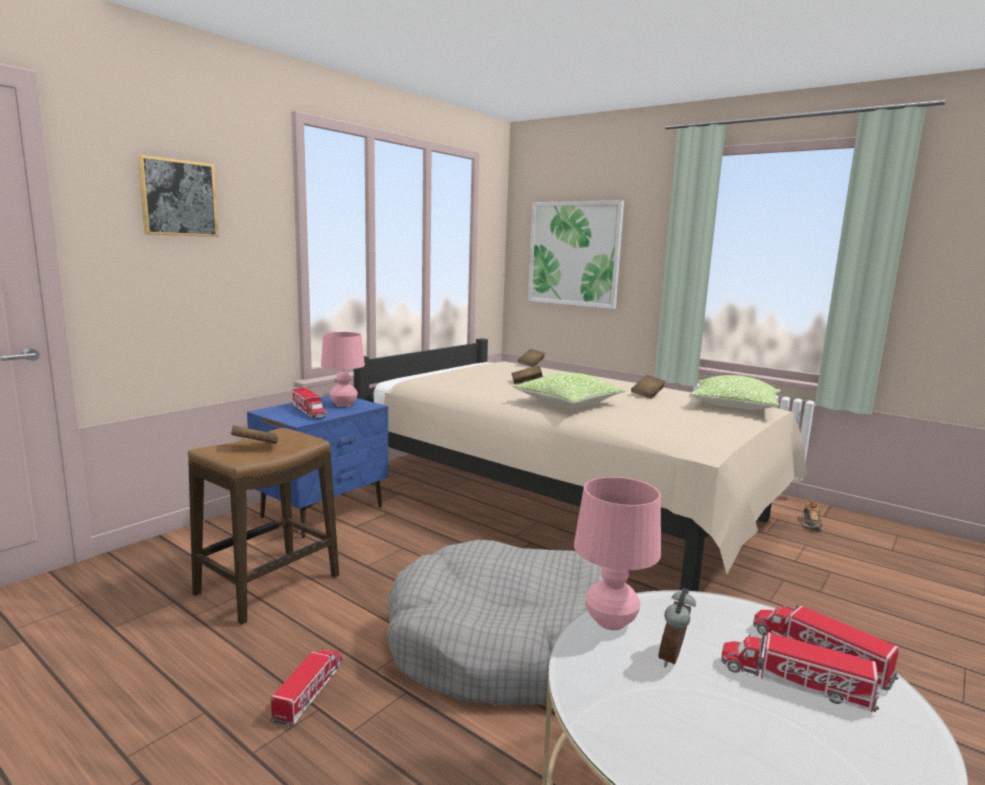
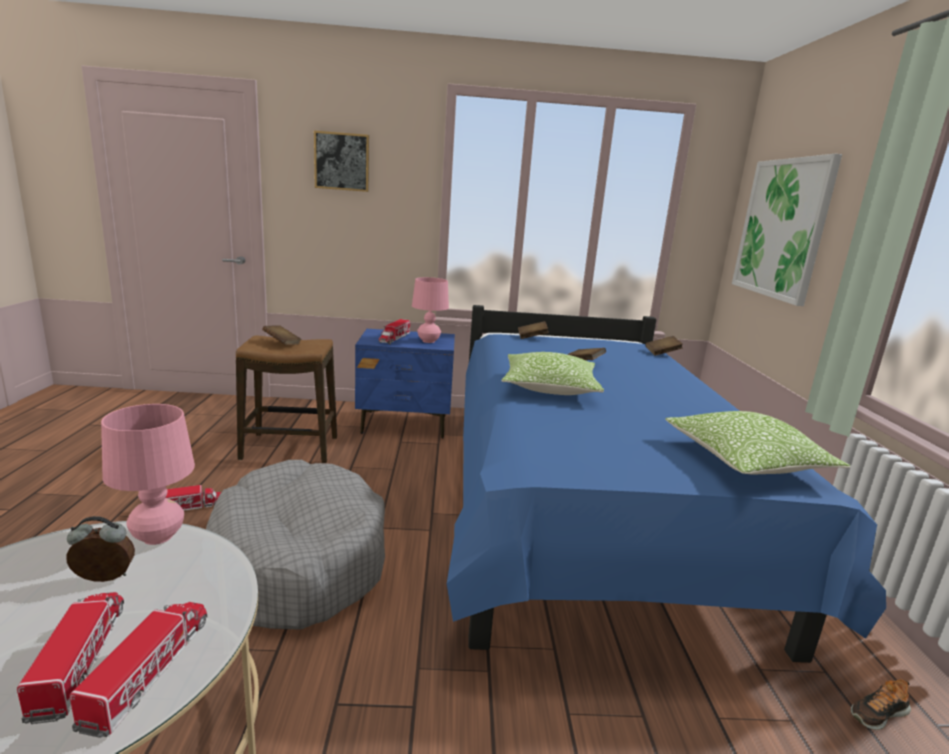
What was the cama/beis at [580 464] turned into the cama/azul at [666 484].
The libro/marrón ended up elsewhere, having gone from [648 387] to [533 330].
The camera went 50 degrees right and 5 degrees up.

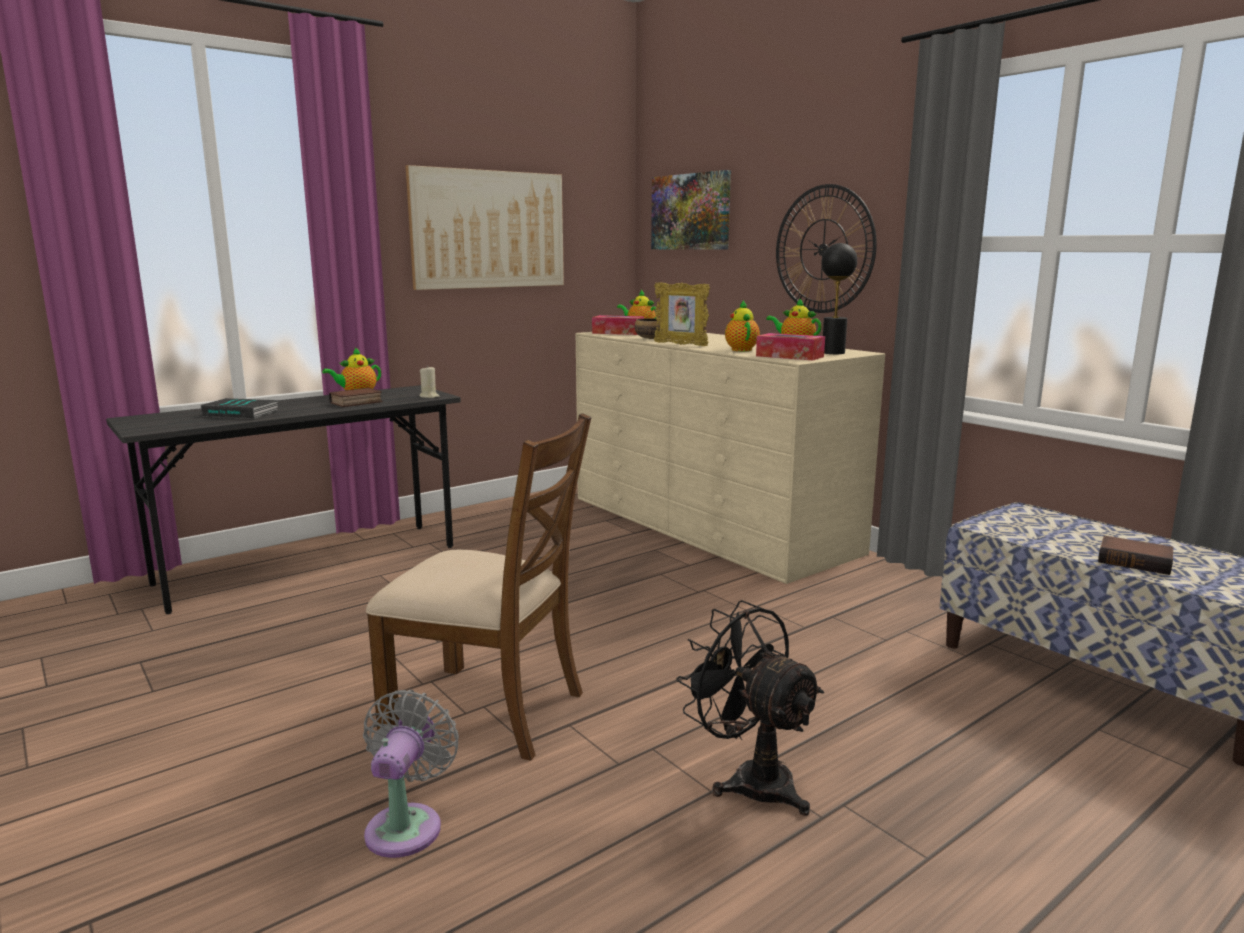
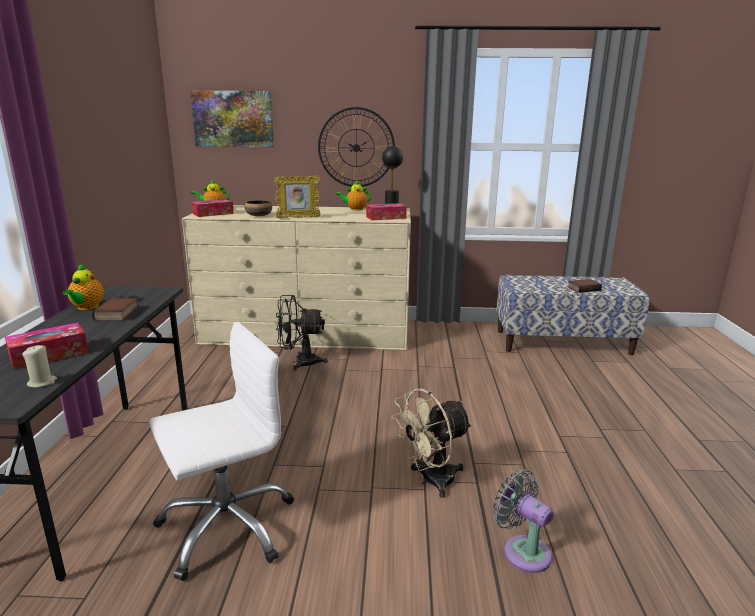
The second view lost the cuadro at [485 227].
The second view lost the tetera at [742 325].
The vela/beis ended up elsewhere, having gone from [429 381] to [39 366].
Where the libro stood at [239 408], the caja de pañuelos came to stand at [47 346].
Where the silla/marrón stood at [478 587], the ventilador/beis came to stand at [431 443].
The ventilador/negro ended up elsewhere, having gone from [750 708] to [302 333].
The second view gained the silla de oficina/blanco at [221 451].
The camera went 50 degrees left and 5 degrees up.

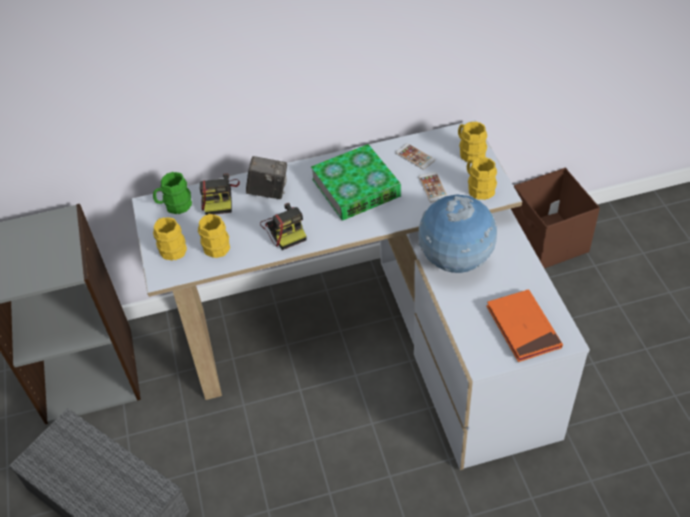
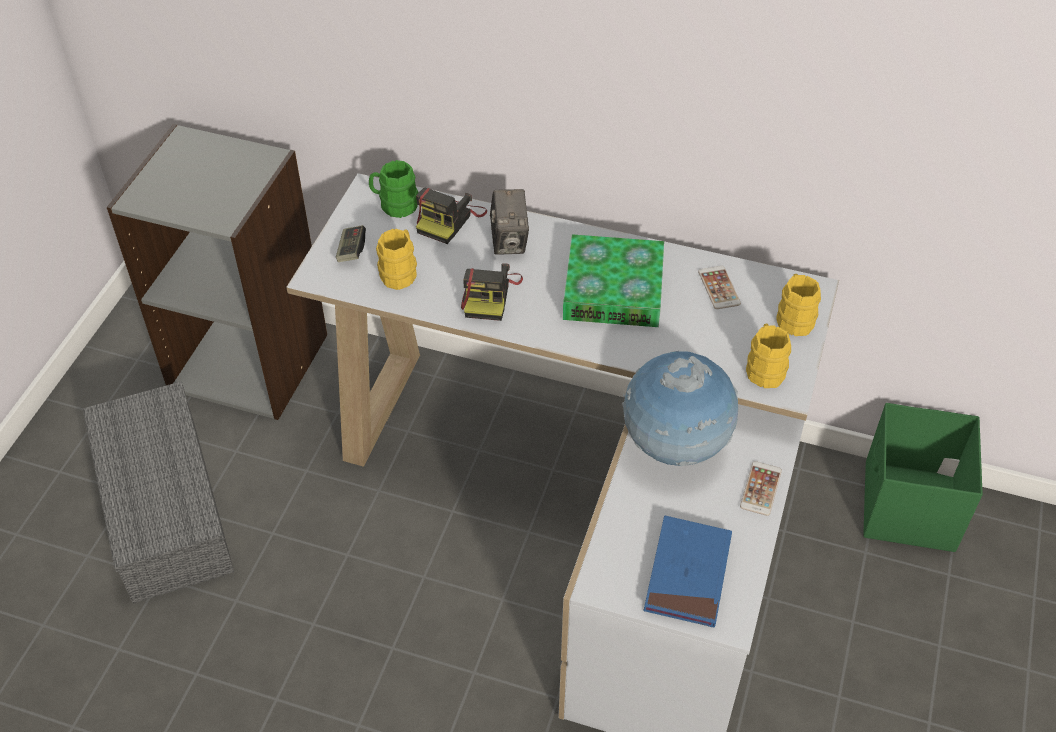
The cámara at [266 177] ended up facing another way, 45 degrees clockwise from before.
What was the caja de almacenaje/marrón at [555 218] turned into the caja de almacenaje/verde at [923 477].
The móvil ended up elsewhere, having gone from [433 187] to [761 488].
Where the taza grande/amarillo stood at [170 239], the mando de consola came to stand at [351 243].
What was the libro/naranja at [524 325] turned into the libro/azul at [688 571].
The camera went 30 degrees right and 0 degrees up.

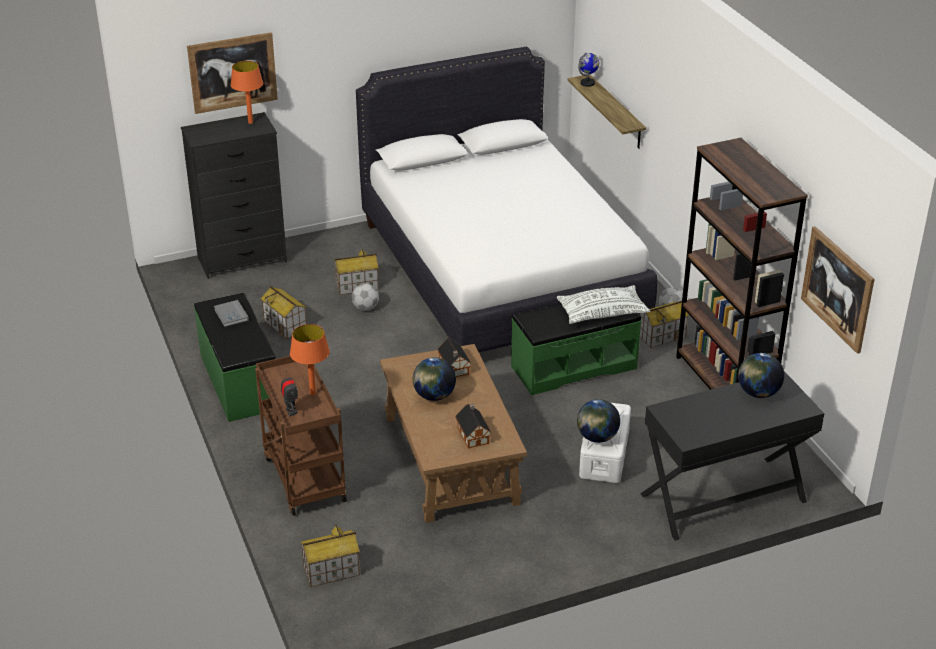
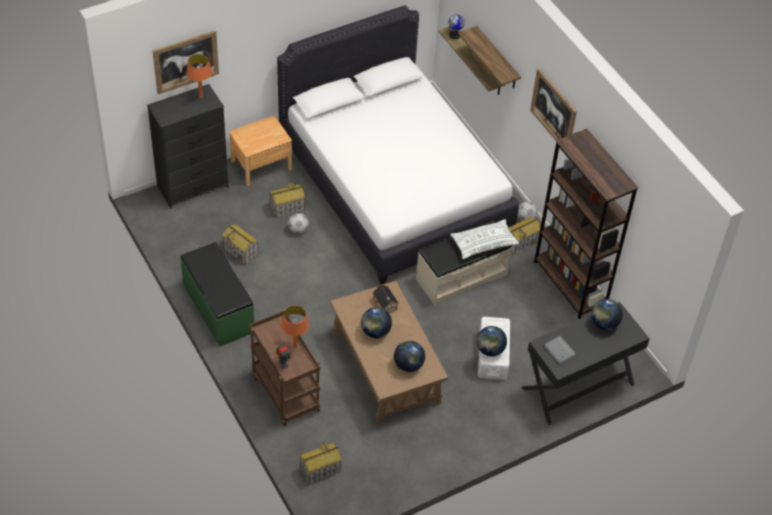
The cuadro ended up elsewhere, having gone from [838 290] to [553 104].
The libro/gris ended up elsewhere, having gone from [231 313] to [560 350].
What was the banco/verde at [576 349] turned into the banco/beis at [464 262].
Where the casita stood at [473 426], the globo terráqueo came to stand at [409 356].
The second view gained the estante at [489 57].
The second view gained the mesita de noche/marrón at [260 151].
The camera went 10 degrees left and 15 degrees up.

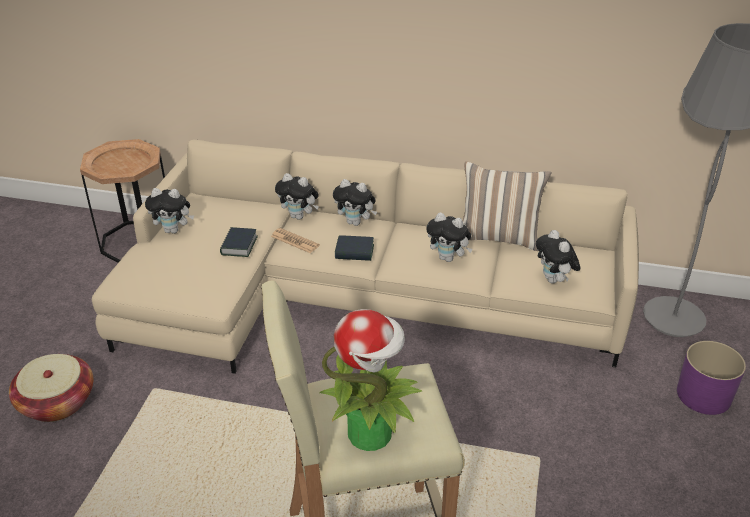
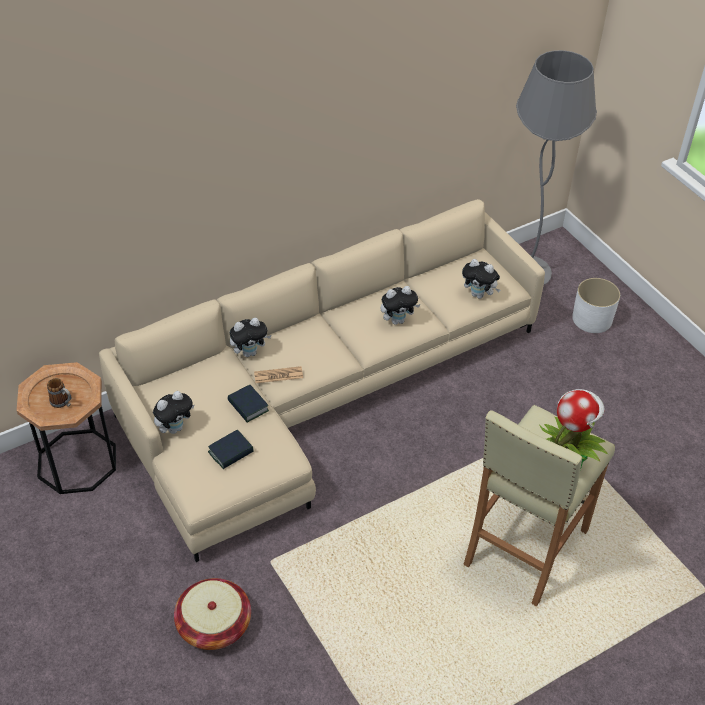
The second view lost the cojín at [506 206].
The second view lost the peluche at [355 202].
The libro ended up elsewhere, having gone from [354 248] to [231 449].
What was the maceta/morado at [711 378] turned into the maceta/blanco at [596 305].
The second view gained the taza grande at [59 393].
The camera went 45 degrees left and 10 degrees up.

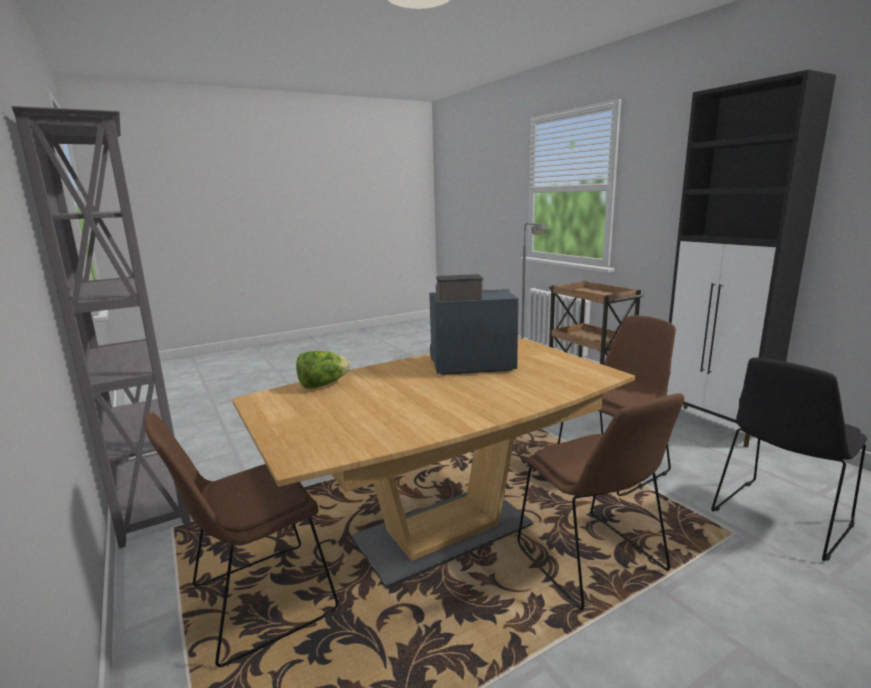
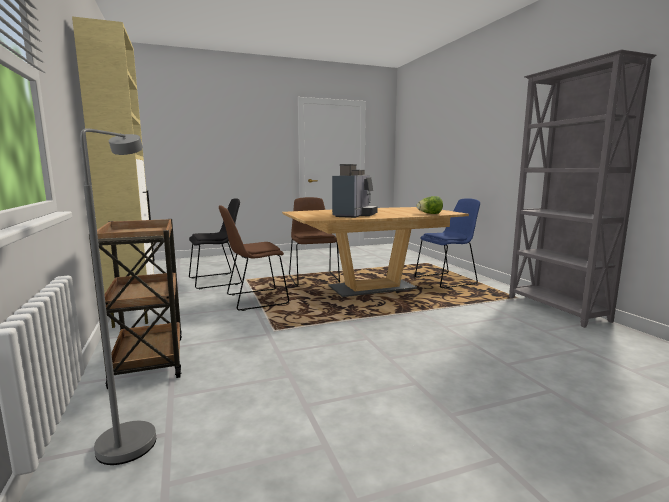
What was the armario/negro at [751 259] turned into the armario/beis at [113 172].
The cafetera at [474 324] ended up facing another way, 75 degrees counterclockwise from before.
What was the silla/marrón at [241 540] turned into the silla/azul at [447 243].
The camera went 170 degrees left and 5 degrees down.

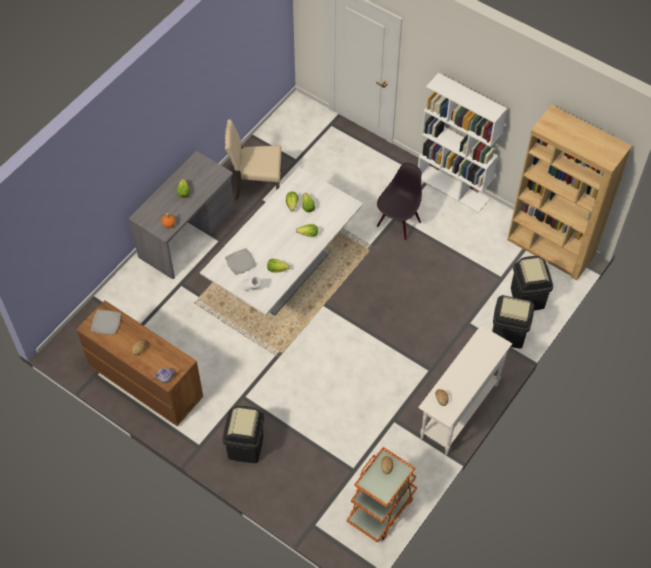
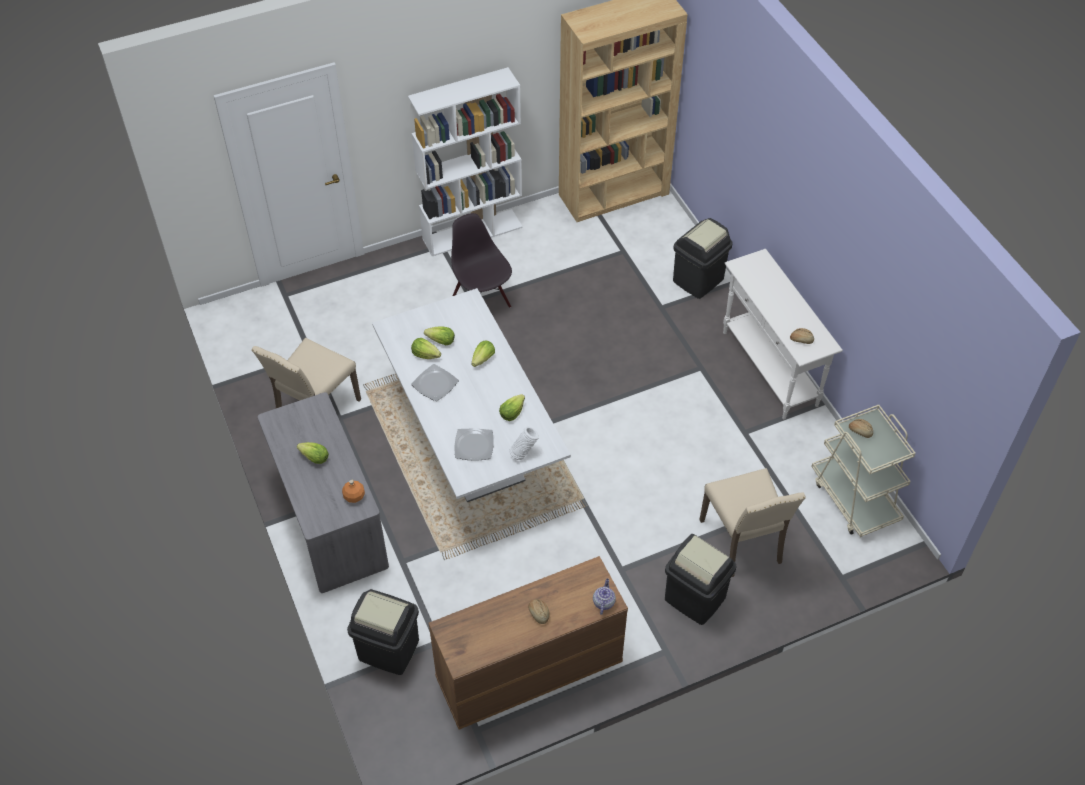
The papelera/negro ended up elsewhere, having gone from [532 283] to [383 632].
The plato ended up elsewhere, having gone from [106 322] to [435 382].
What was the carrito/naranja at [382 495] turned into the carrito/beis at [863 471].
The second view gained the silla/beis at [752 522].
The camera went 60 degrees left and 5 degrees down.

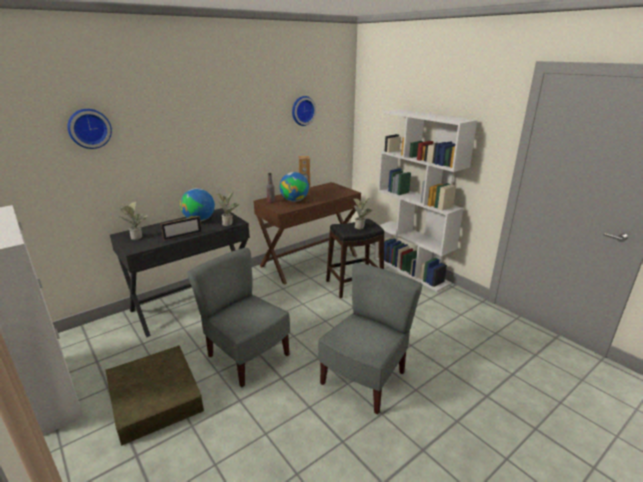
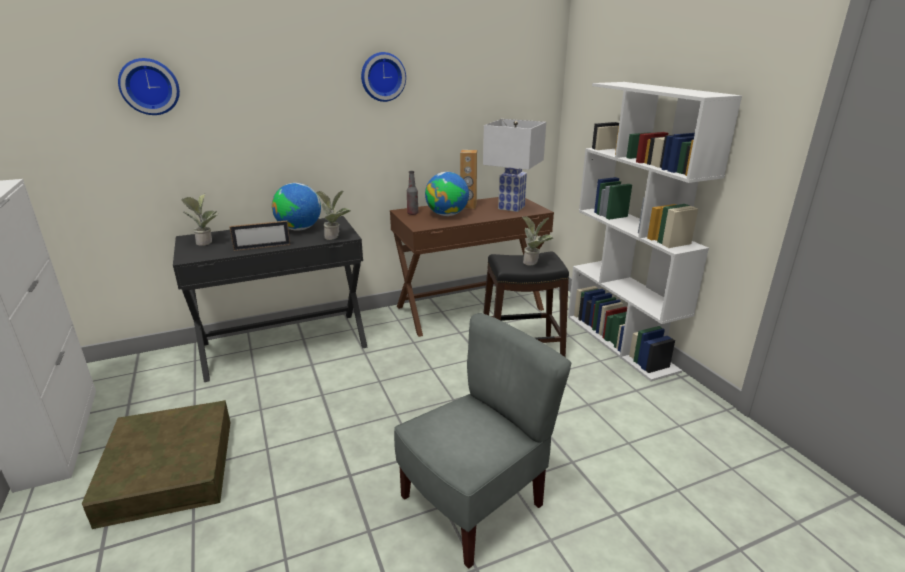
The reloj de pared ended up elsewhere, having gone from [304 111] to [383 77].
The second view lost the silla/gris at [238 317].
The second view gained the lámpara de mesa/blanco at [514 165].
The camera went 15 degrees right and 0 degrees up.

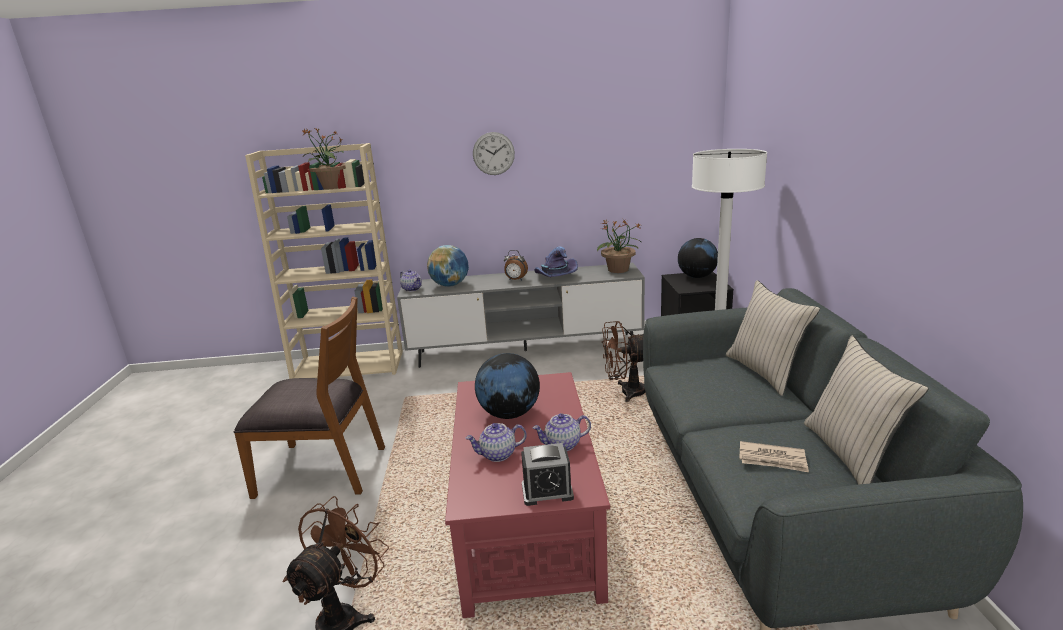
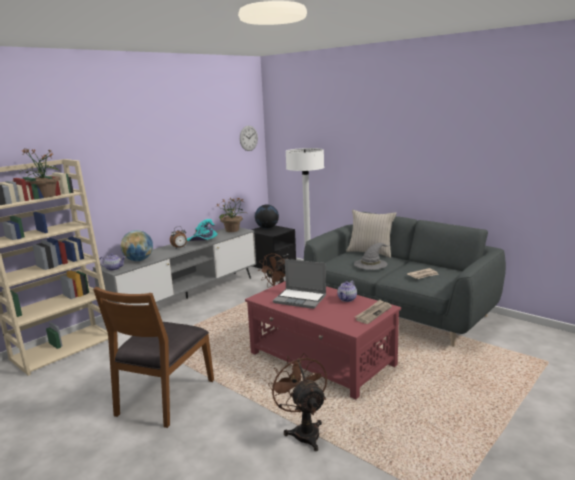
The reloj de pared ended up elsewhere, having gone from [494 153] to [249 138].
What was the sombrero/morado at [556 262] turned into the sombrero/turquesa at [202 230].
The silla/marrón at [309 398] ended up facing another way, 150 degrees clockwise from before.
The second view lost the cojín/beis at [866 410].
Where the globo terráqueo stood at [507 386], the portátil came to stand at [299 284].
The second view lost the tetera at [496 442].
Where the despertador stood at [547 474], the periódico came to stand at [373 312].
The second view gained the sombrero/gris at [372 256].
The camera went 45 degrees left and 5 degrees down.

